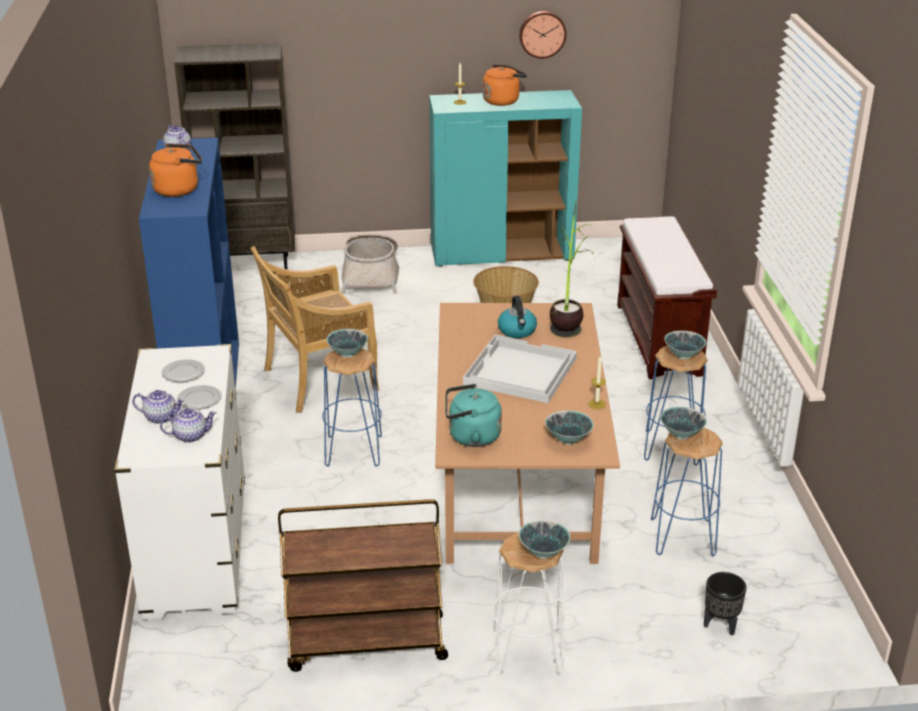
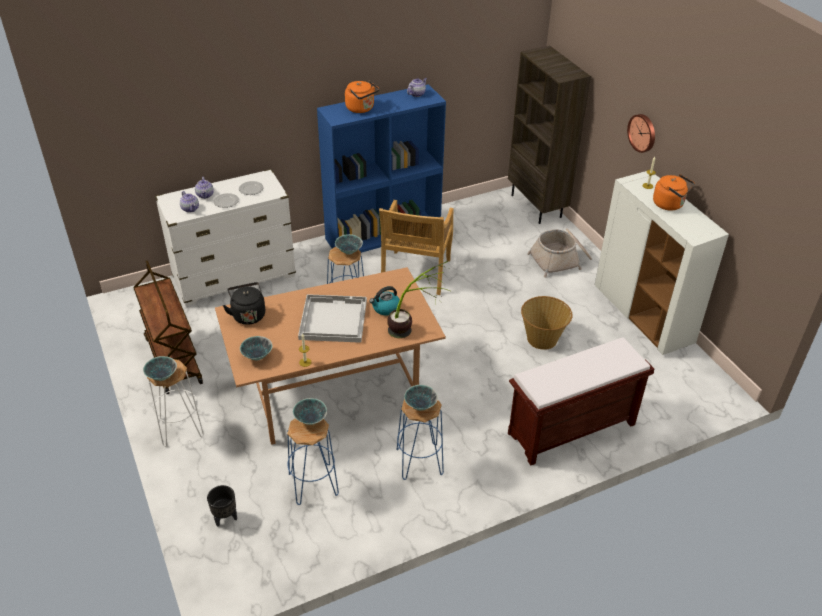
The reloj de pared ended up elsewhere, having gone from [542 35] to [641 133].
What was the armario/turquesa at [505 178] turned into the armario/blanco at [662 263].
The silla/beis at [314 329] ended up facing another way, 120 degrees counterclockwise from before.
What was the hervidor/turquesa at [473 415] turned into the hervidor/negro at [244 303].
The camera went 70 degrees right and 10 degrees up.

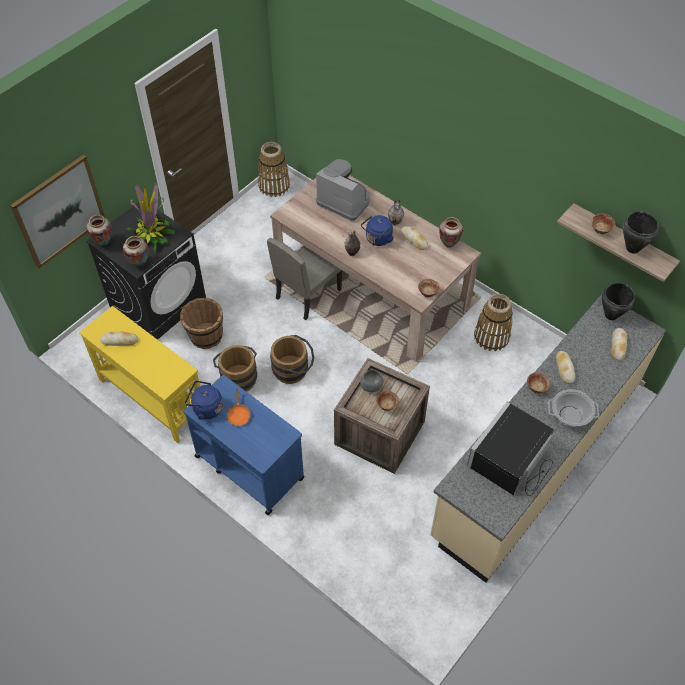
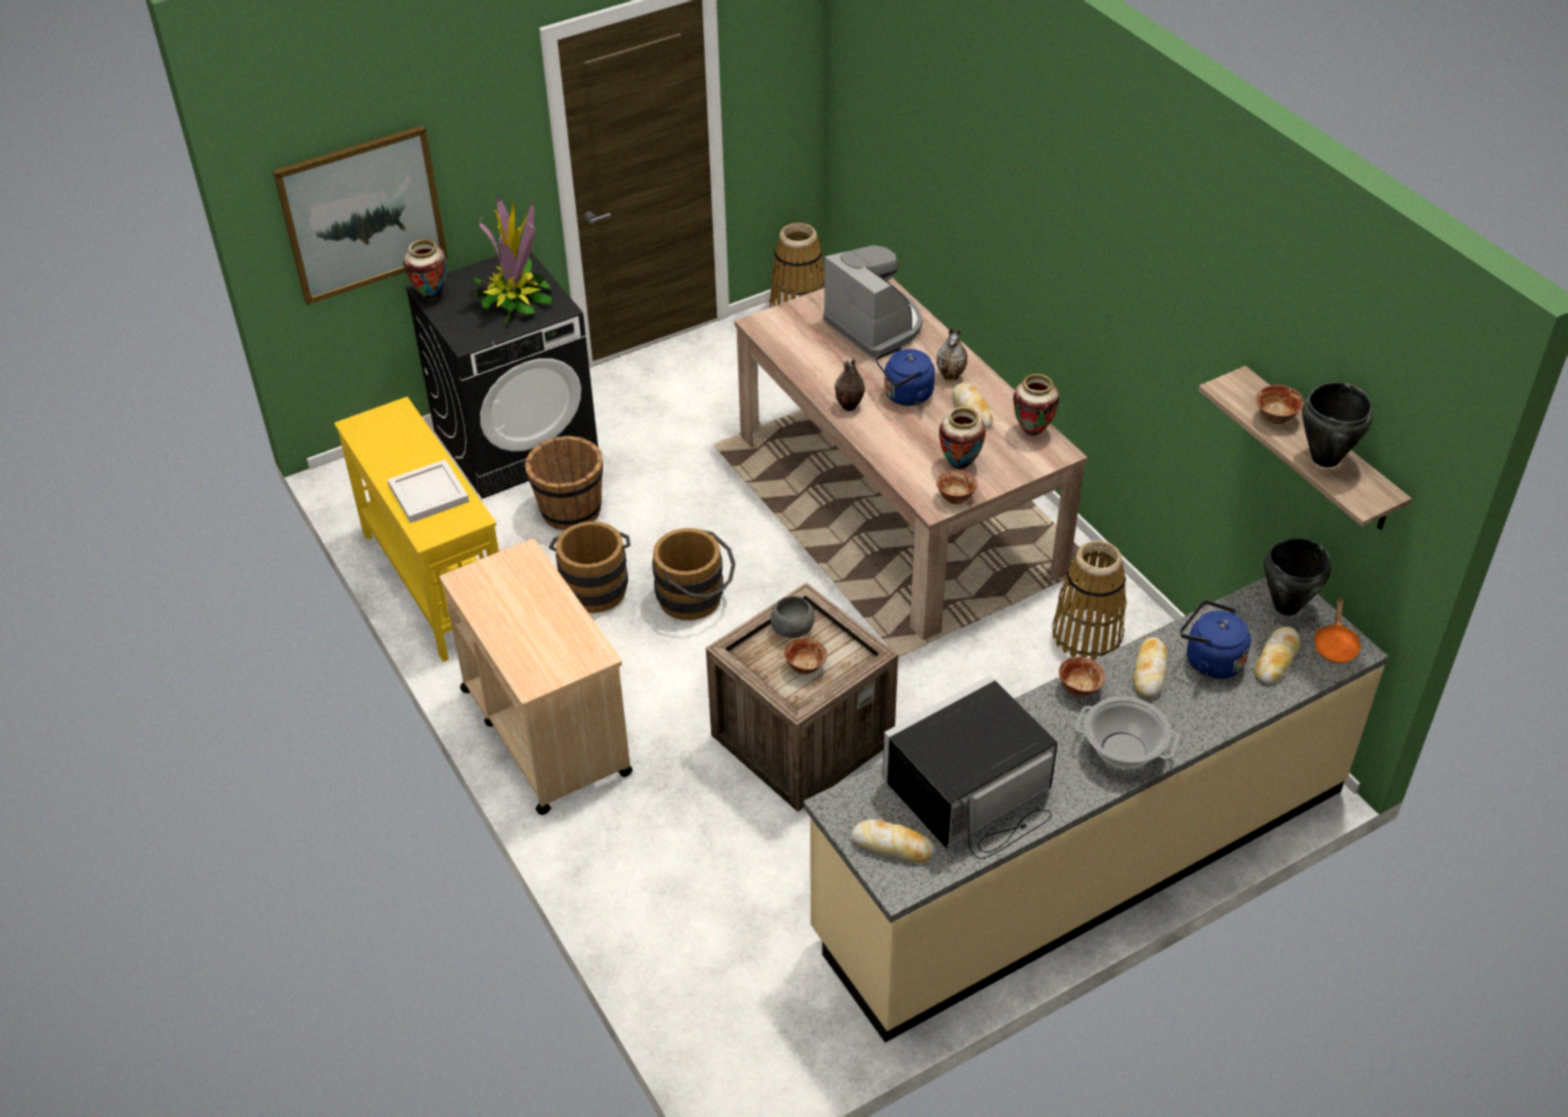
The florero ended up elsewhere, having gone from [135 251] to [962 438].
The second view lost the silla/beis at [304 279].
The pan ended up elsewhere, having gone from [119 338] to [893 841].
What was the carrito/azul at [244 445] turned into the carrito/beis at [536 677].
The hervidor/azul ended up elsewhere, having gone from [204 400] to [1215 639].
The sartén/naranja ended up elsewhere, having gone from [239 407] to [1337 630].
The second view gained the bandeja/blanco at [428 491].
The camera went 20 degrees right and 10 degrees down.

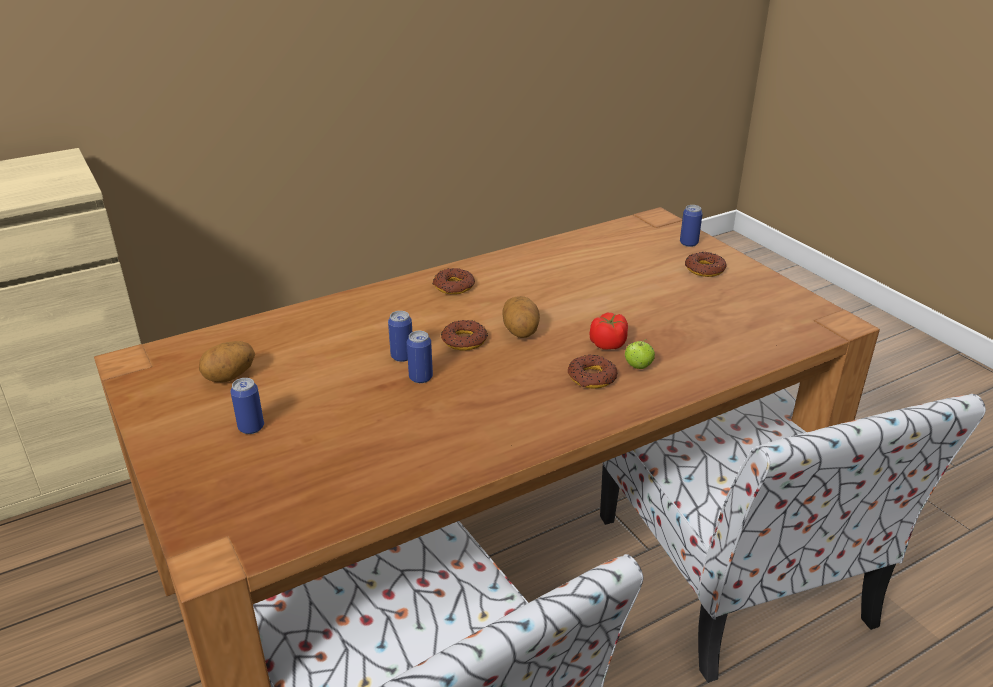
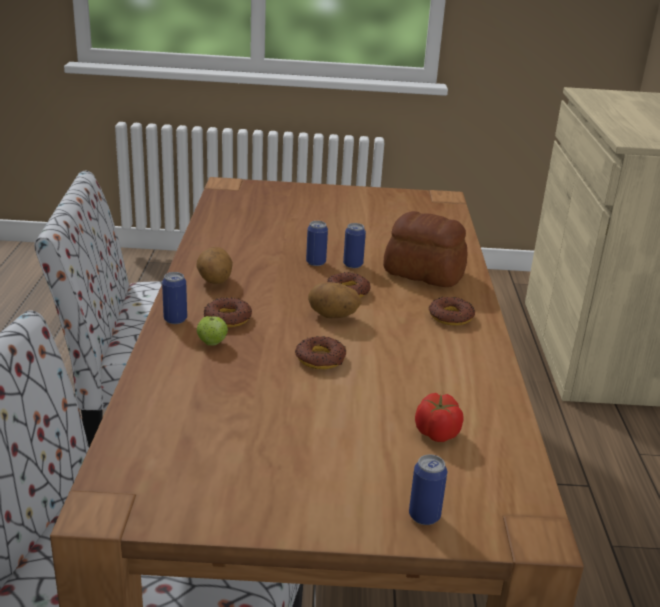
The rosquilla ended up elsewhere, having gone from [706 264] to [320 353].
The tomate ended up elsewhere, having gone from [609 331] to [439 417].
The patata ended up elsewhere, having gone from [227 361] to [214 265].
The lata ended up elsewhere, having gone from [247 406] to [174 298].
The second view gained the pan at [425 249].
The camera went 120 degrees right and 5 degrees down.

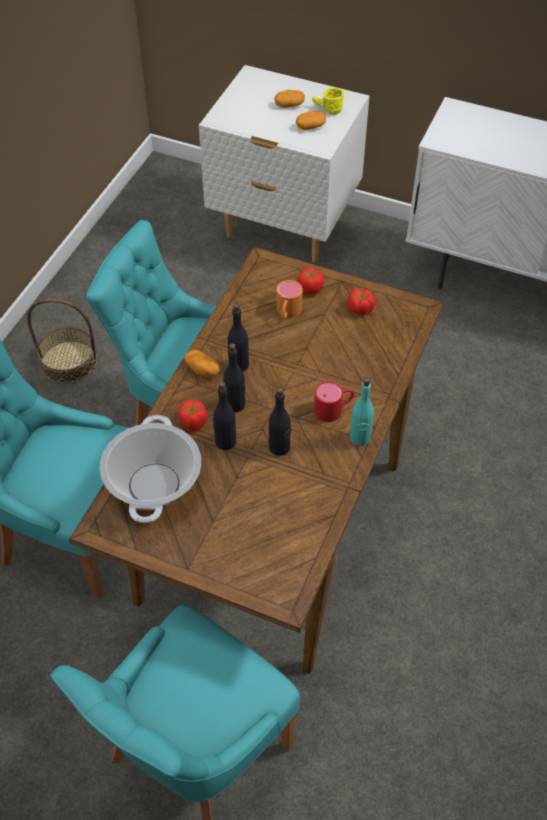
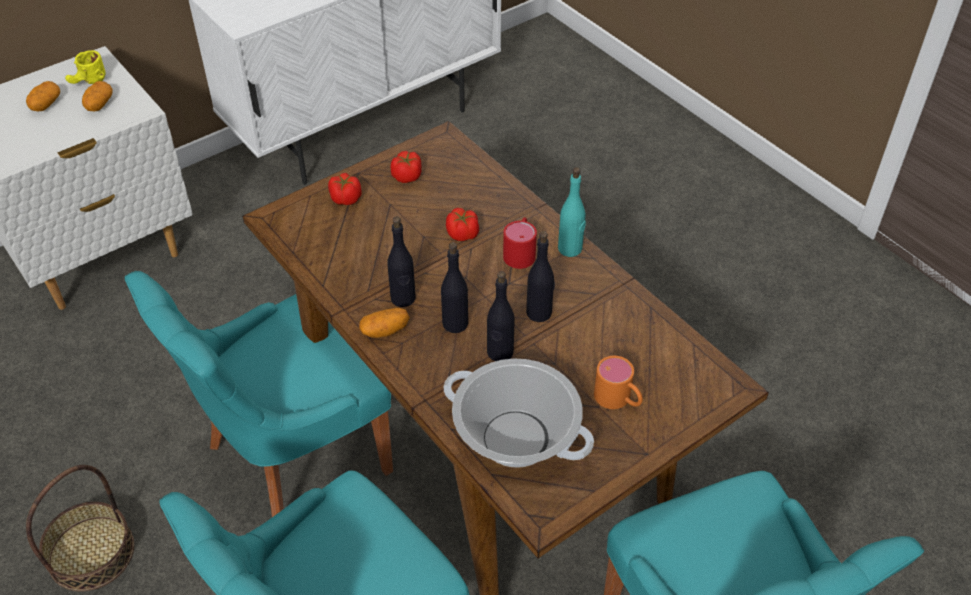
The taza grande/naranja ended up elsewhere, having gone from [289 299] to [618 382].
The tomate ended up elsewhere, having gone from [193 415] to [462 224].
The camera went 60 degrees left and 5 degrees down.

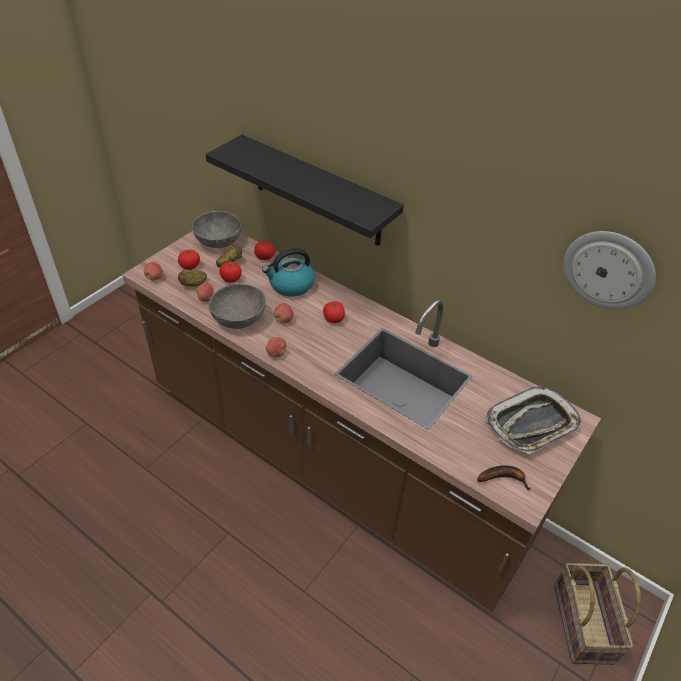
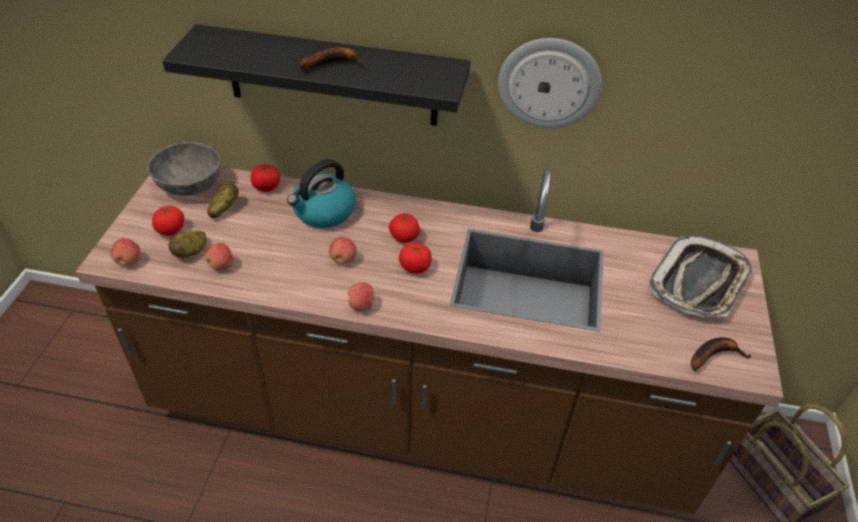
The reloj de pared ended up elsewhere, having gone from [609 270] to [550 83].
The tomate ended up elsewhere, having gone from [231 272] to [415 258].
The second view lost the cuenco/gris at [237 306].
The second view gained the plátano at [332 58].
The camera went 25 degrees left and 0 degrees up.

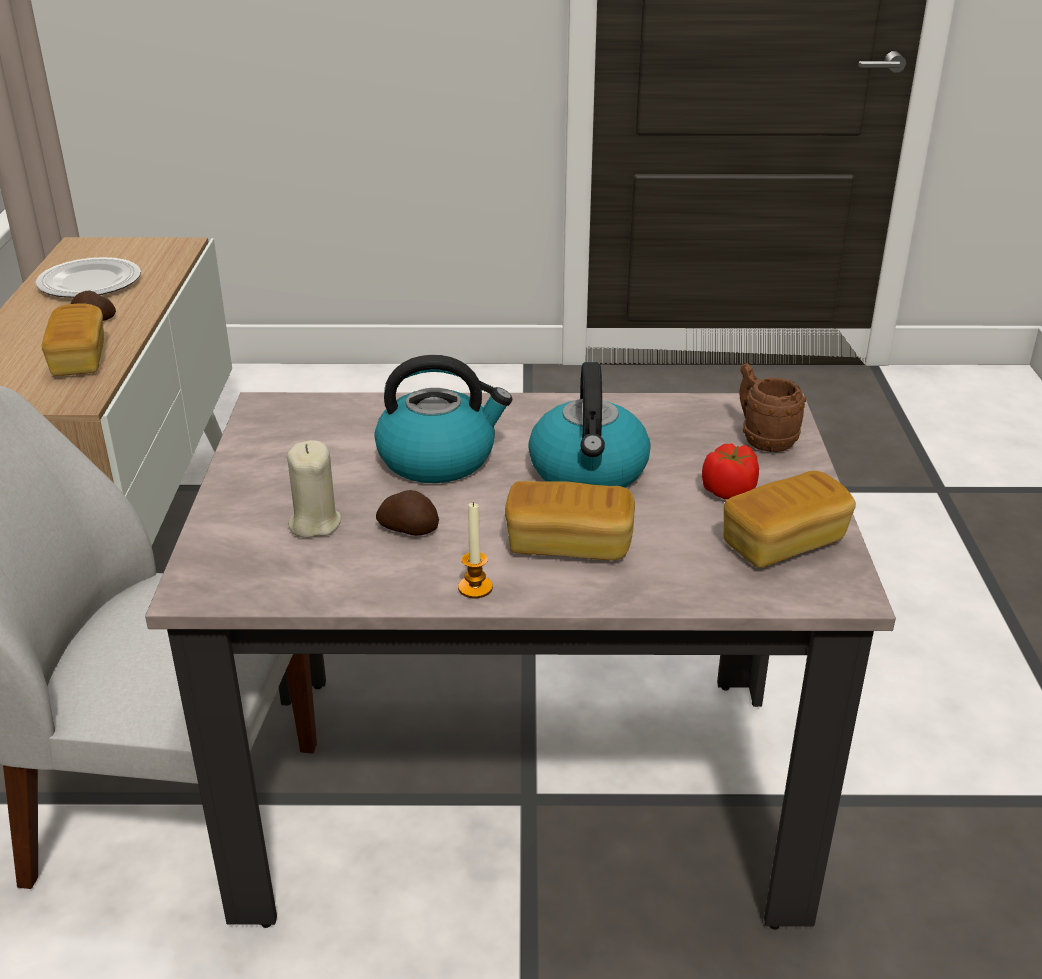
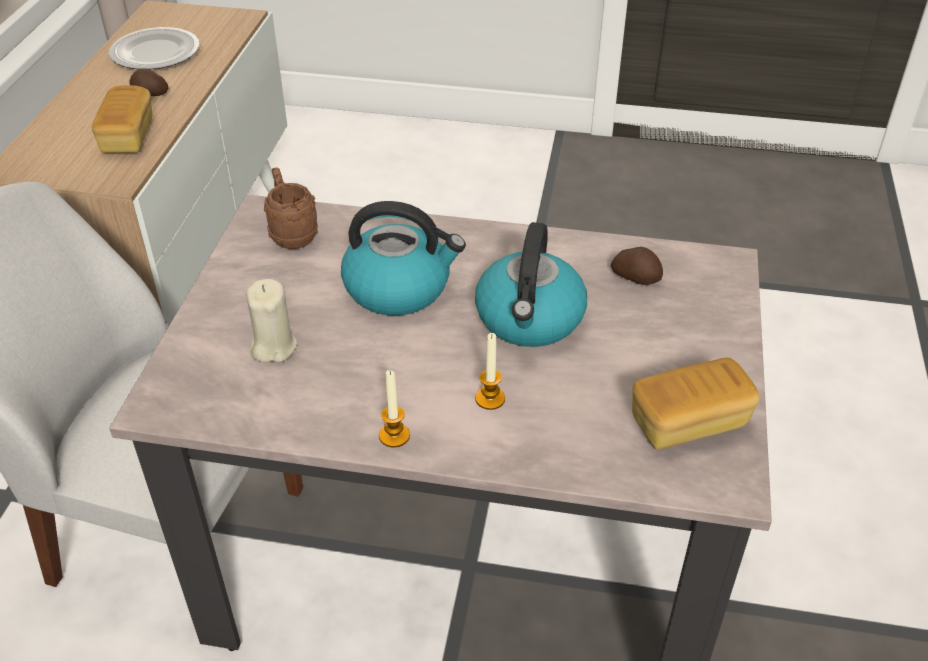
The taza grande/marrón ended up elsewhere, having gone from [772 407] to [291 208].
The second view lost the tomate at [730 471].
Where the pan stood at [570 521], the vela came to stand at [490 371].
The patata ended up elsewhere, having gone from [407 513] to [637 266].
The camera went 10 degrees right and 10 degrees up.

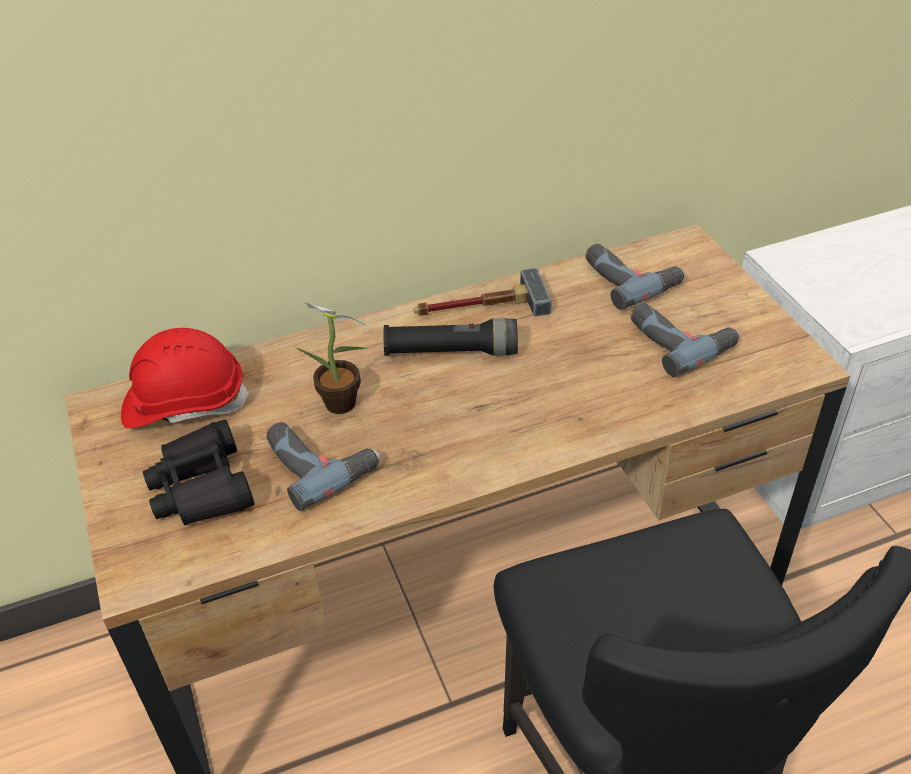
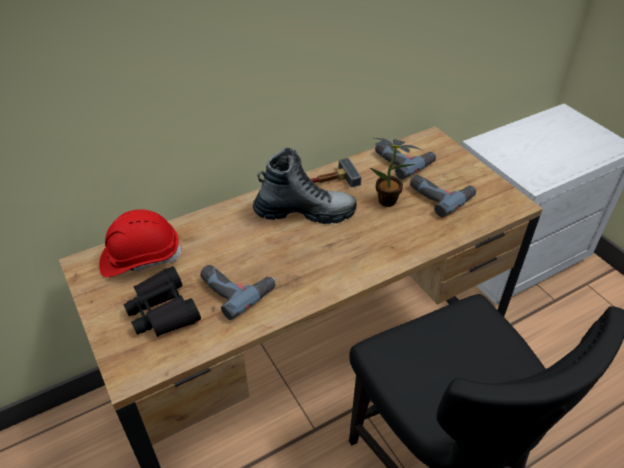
The planta en maceta ended up elsewhere, having gone from [327 356] to [396 172].
Where the linterna/negro stood at [450 337], the bota came to stand at [305 185].
The camera went 10 degrees left and 0 degrees up.

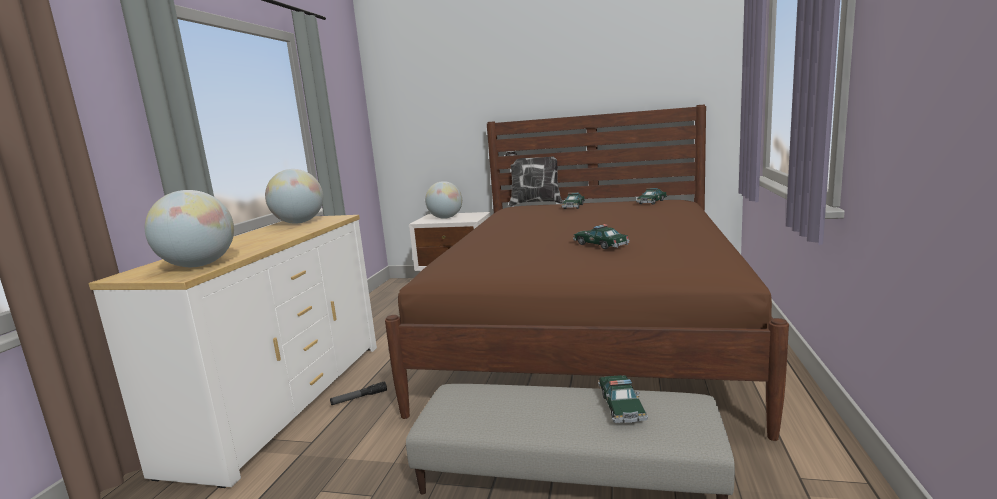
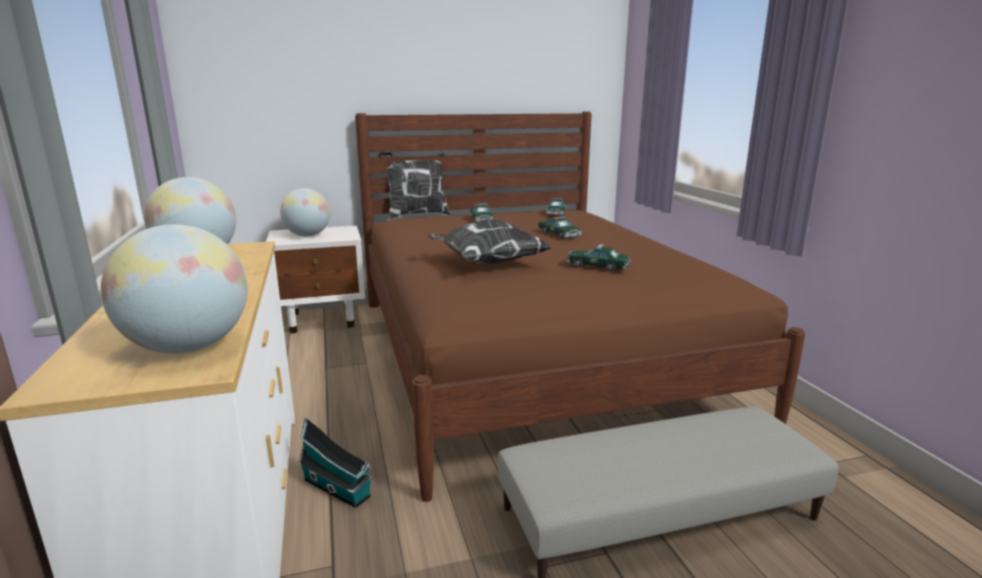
The coche de juguete ended up elsewhere, having gone from [623 399] to [560 227].
Where the linterna stood at [358 393], the casita came to stand at [336 462].
The second view gained the cojín at [489 241].
The camera went 30 degrees left and 5 degrees up.

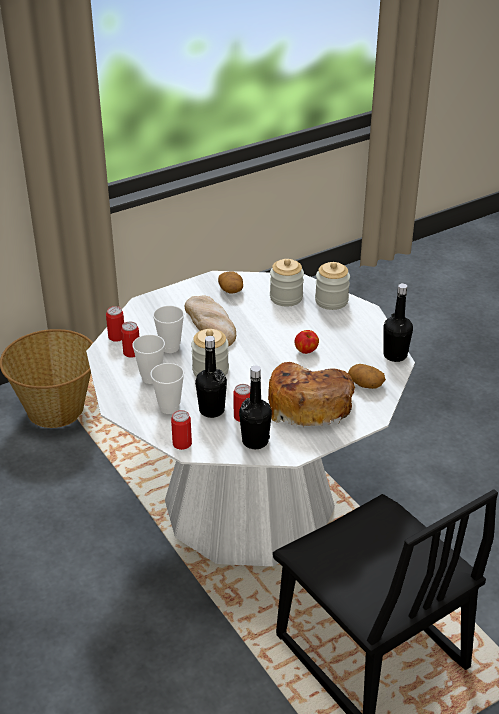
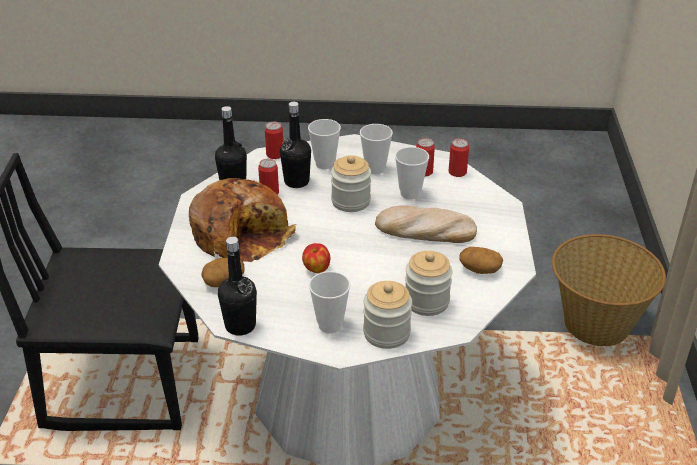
The second view gained the taza at [329 302].
The camera went 125 degrees right and 0 degrees up.

